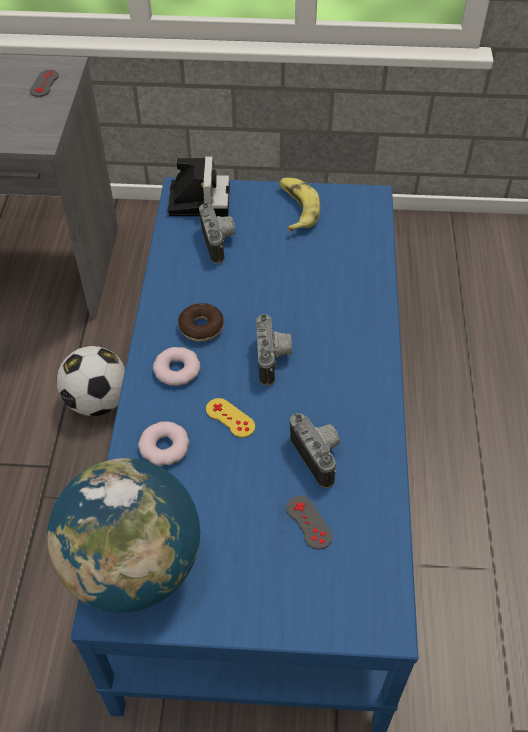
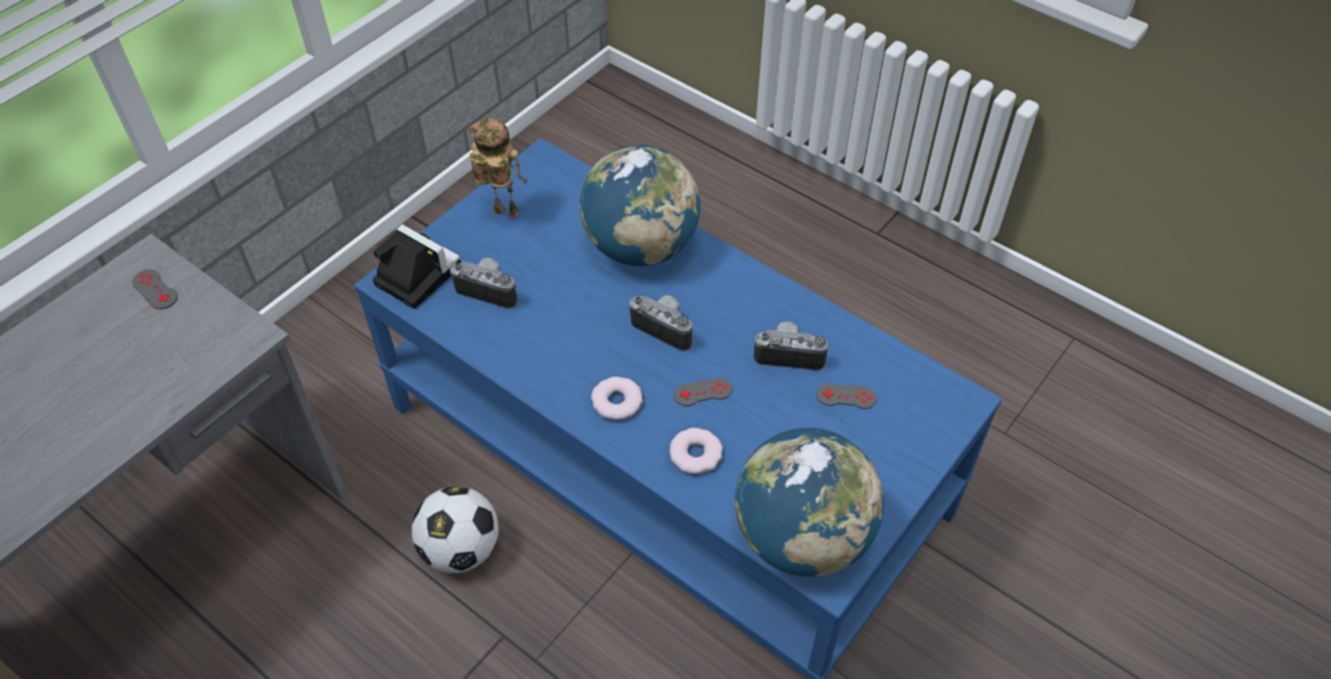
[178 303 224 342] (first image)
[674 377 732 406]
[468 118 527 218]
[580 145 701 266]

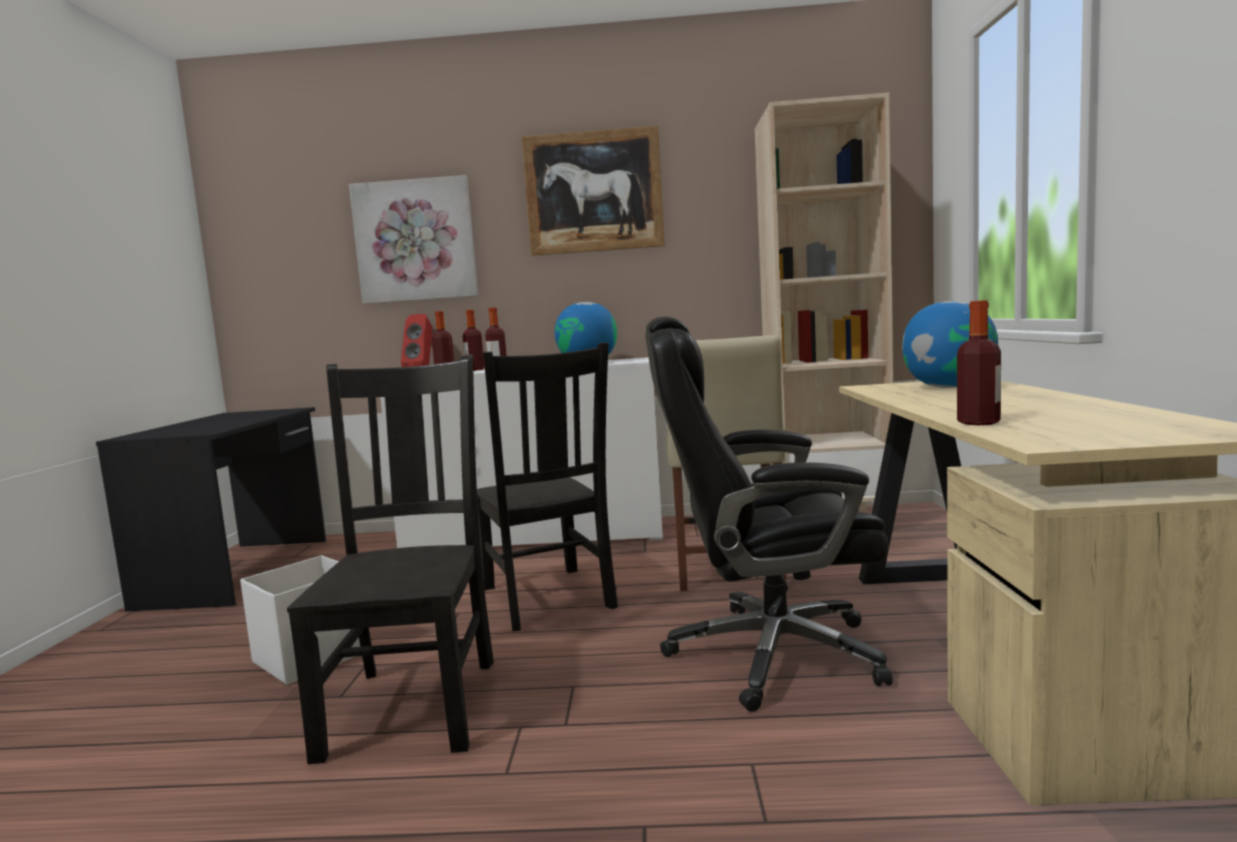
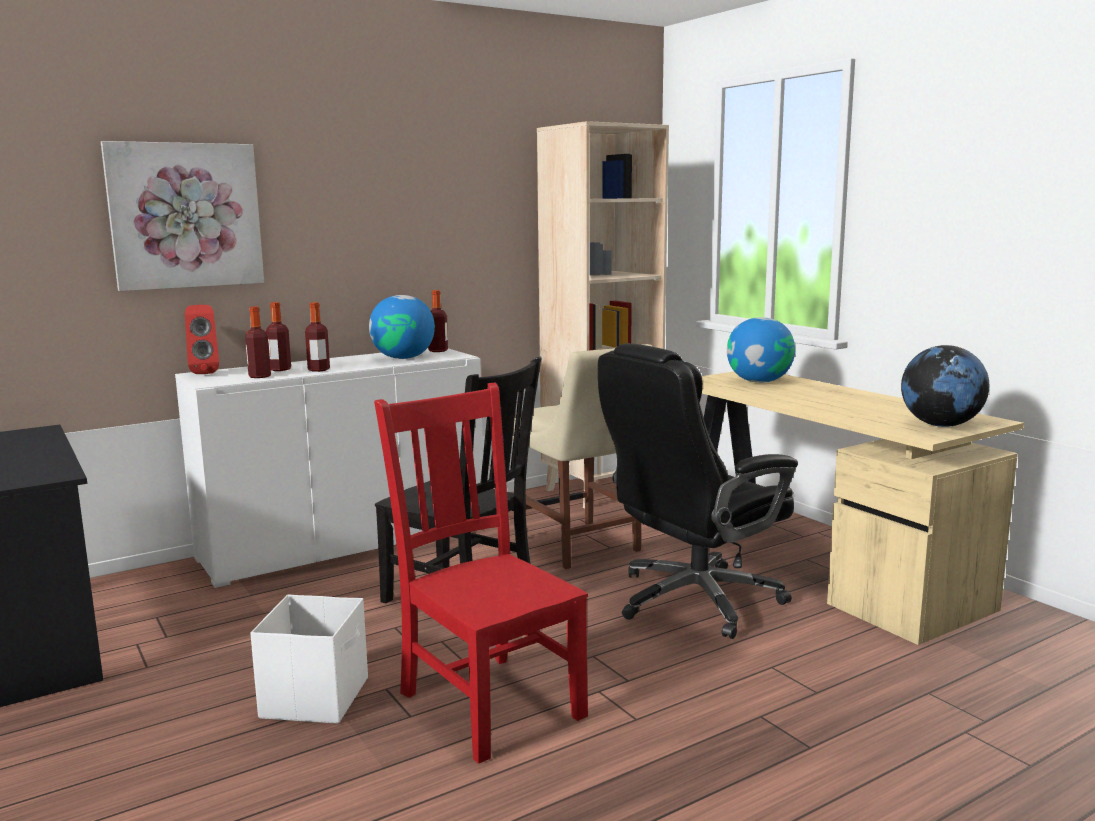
[374 383 588 764]
[521 126 665 256] (first image)
[428 290 448 352]
[901 345 989 427]

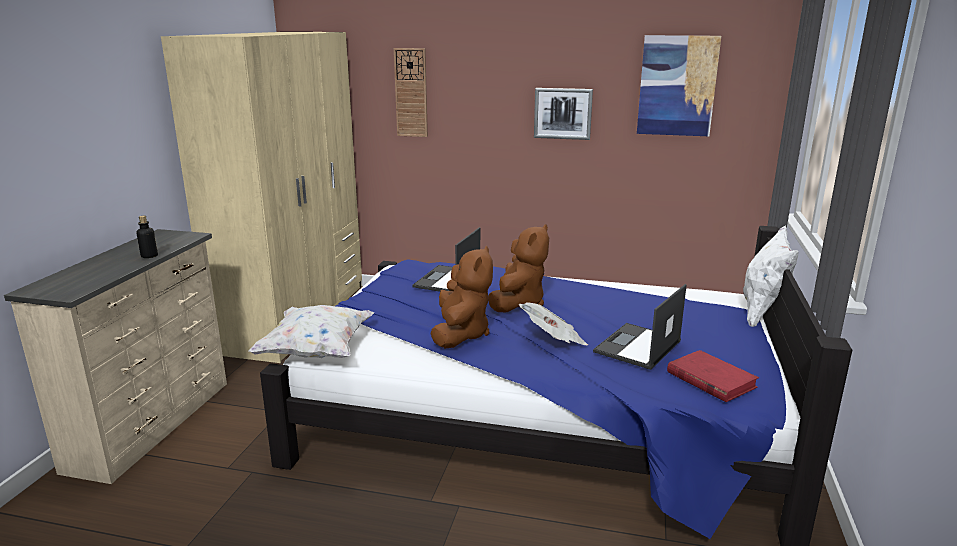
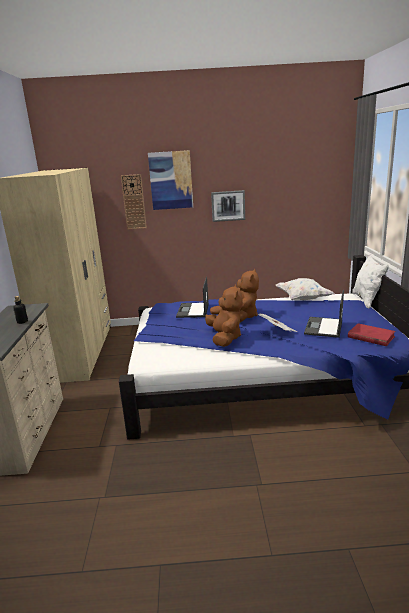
[276 278 335 300]
[148 150 193 210]

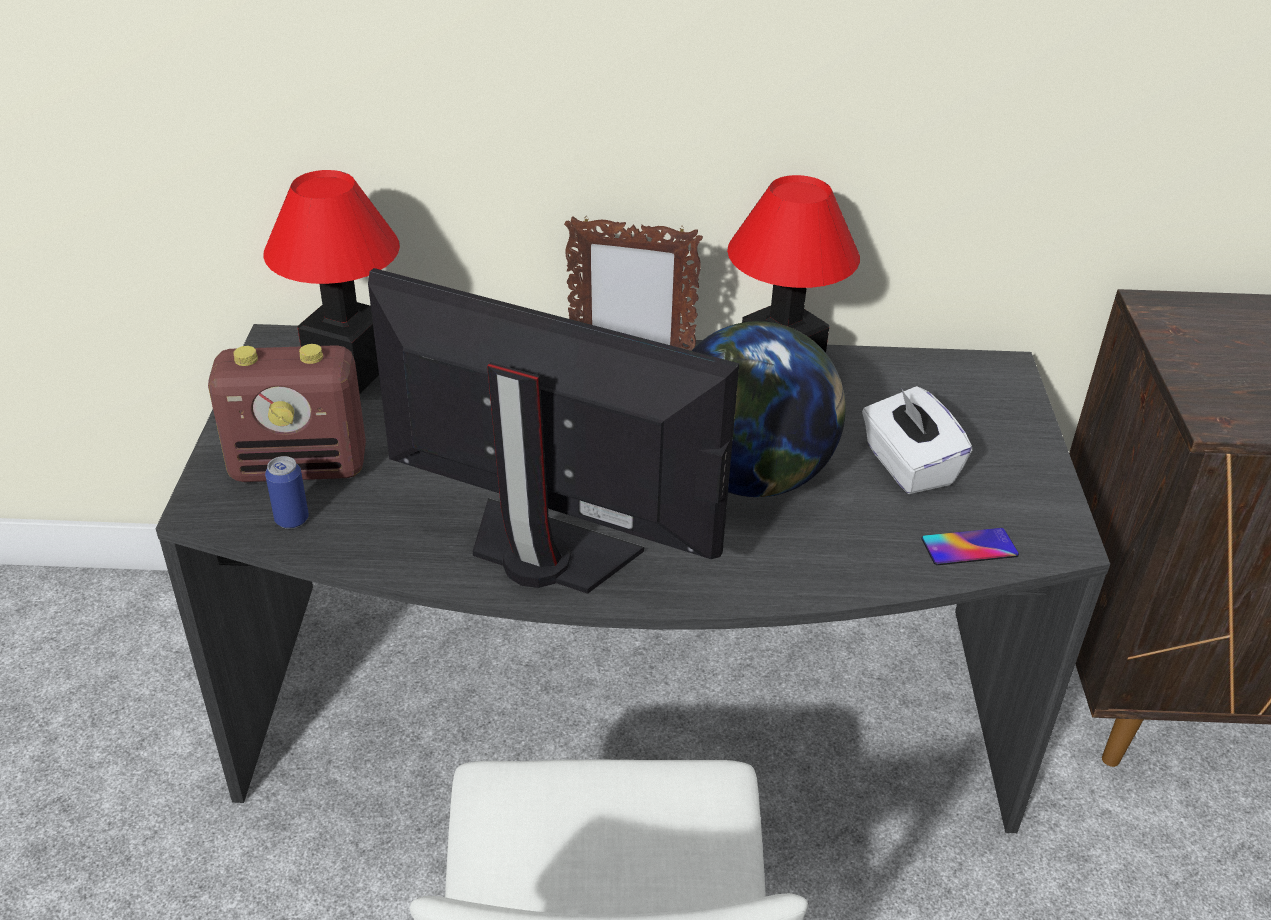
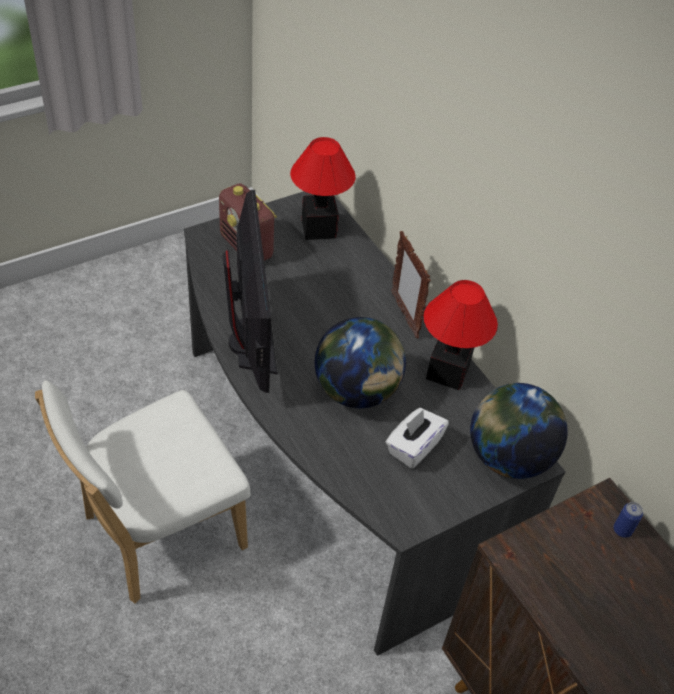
[614 502 643 538]
[921 528 1019 565] (first image)
[470 383 568 479]

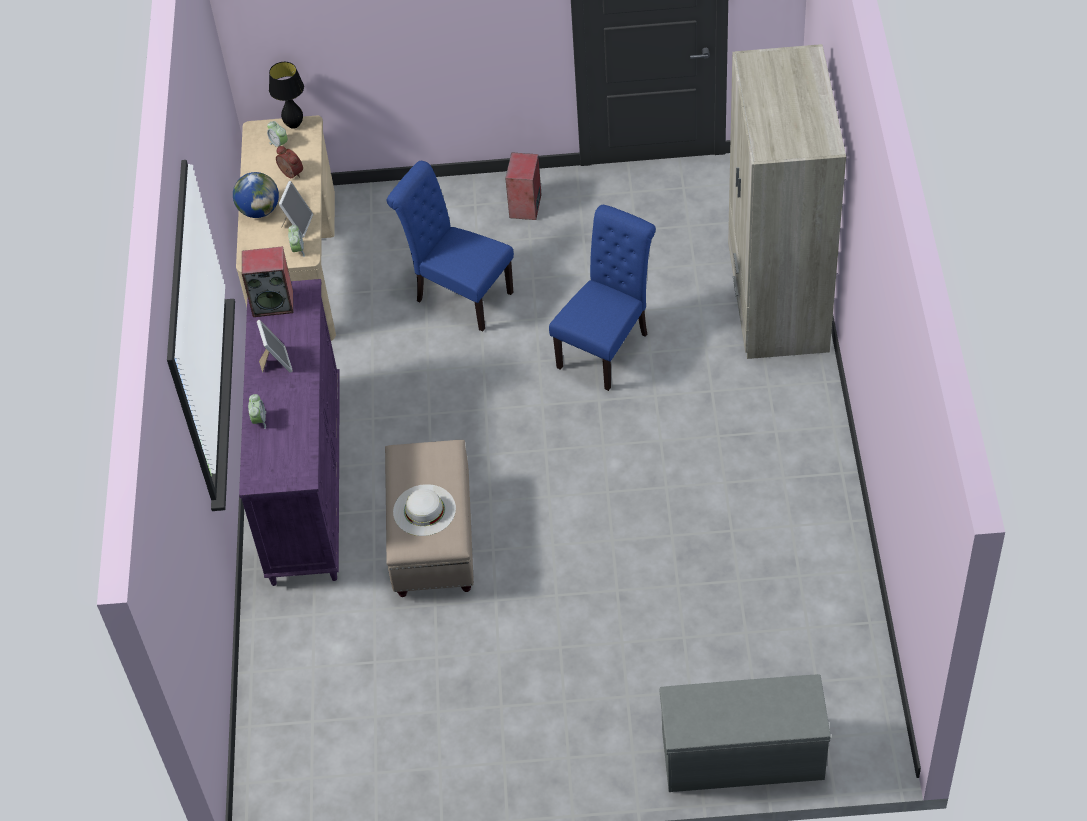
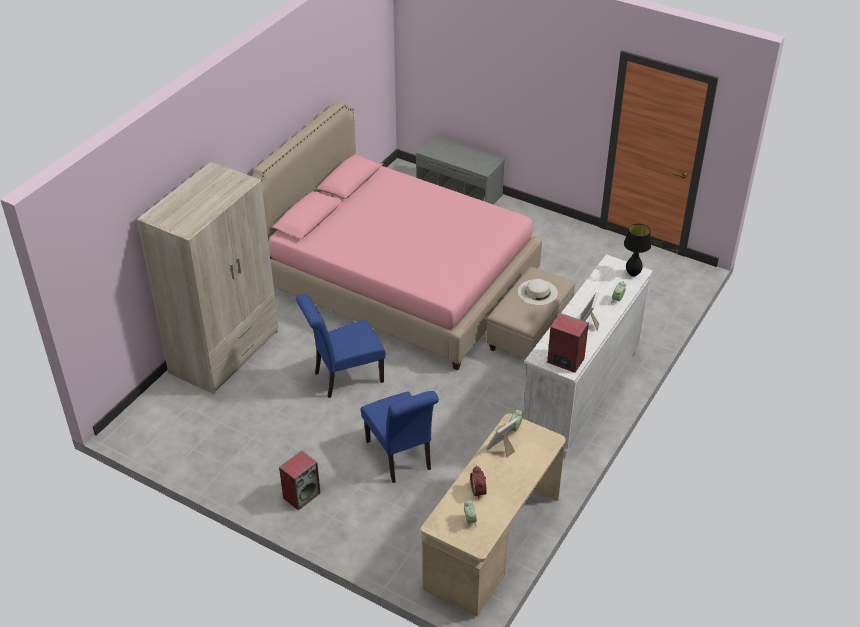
[233 172 279 218] (first image)
[523 254 653 459]
[624 224 651 277]
[253 101 542 370]

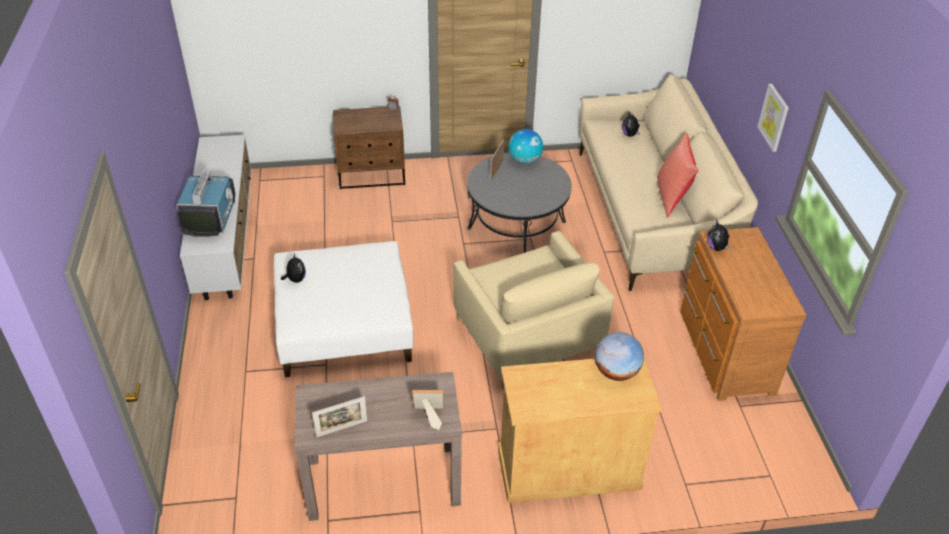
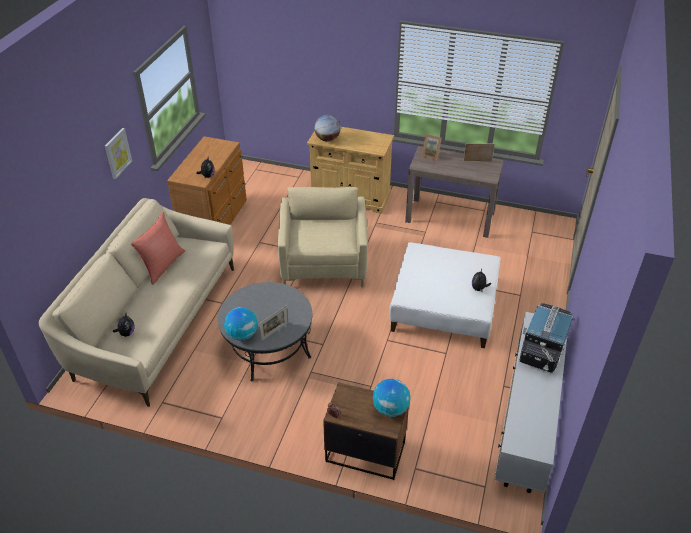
[373 379 411 417]

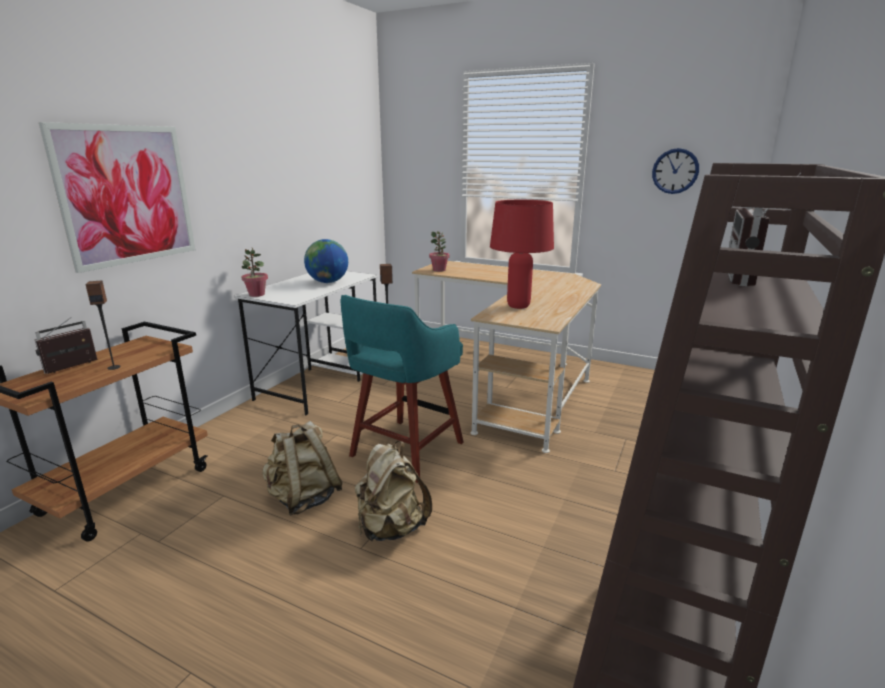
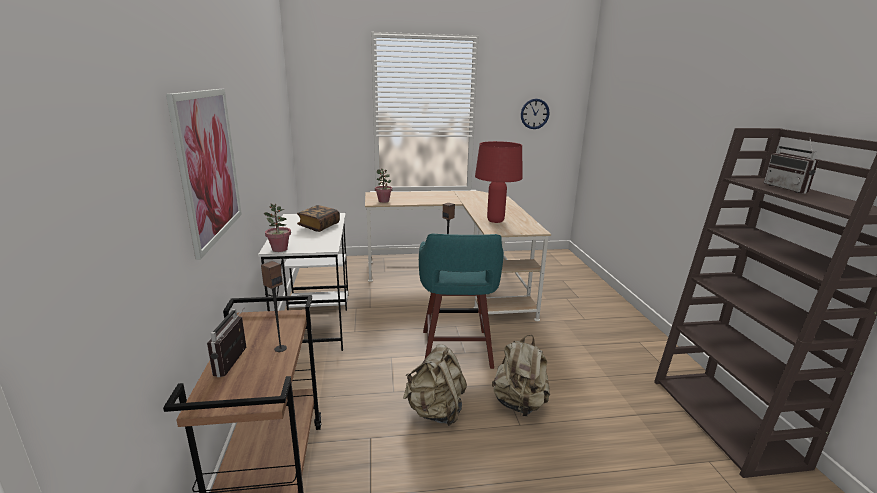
[297 205 340 232]

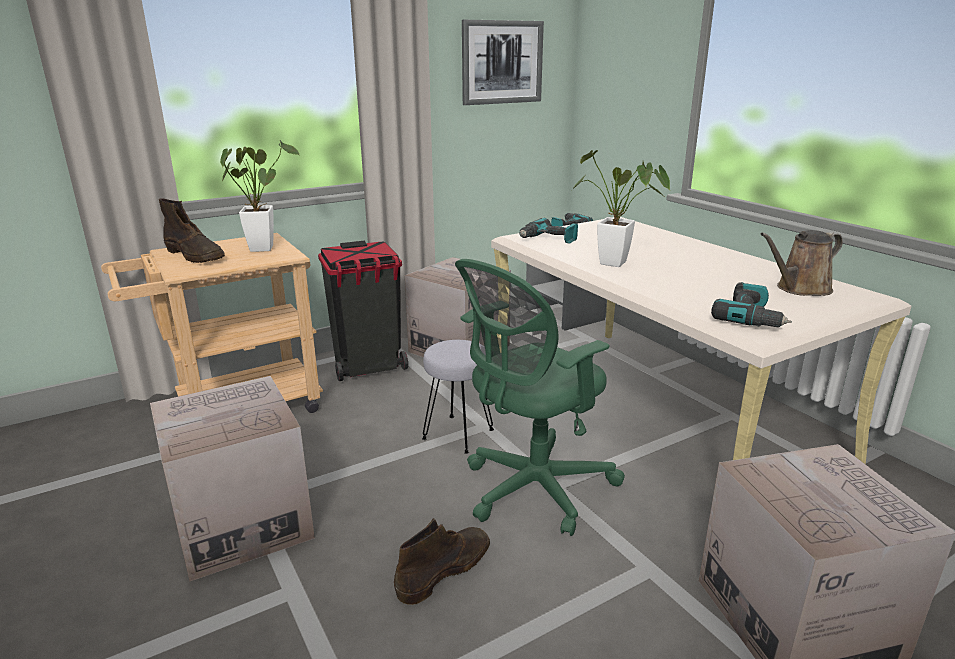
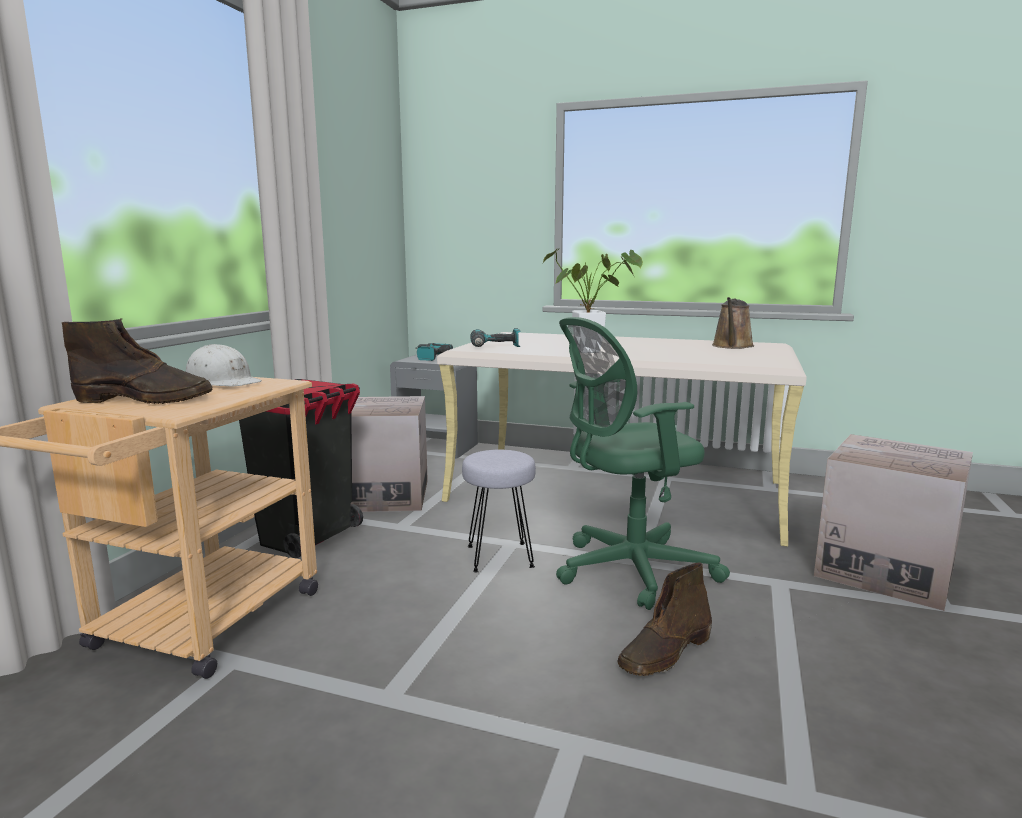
[150 376 315 581] (first image)
[186 344 262 387]
[618 562 712 676]
[556 317 730 610]
[462 20 544 105] (first image)
[711 282 792 328] (first image)

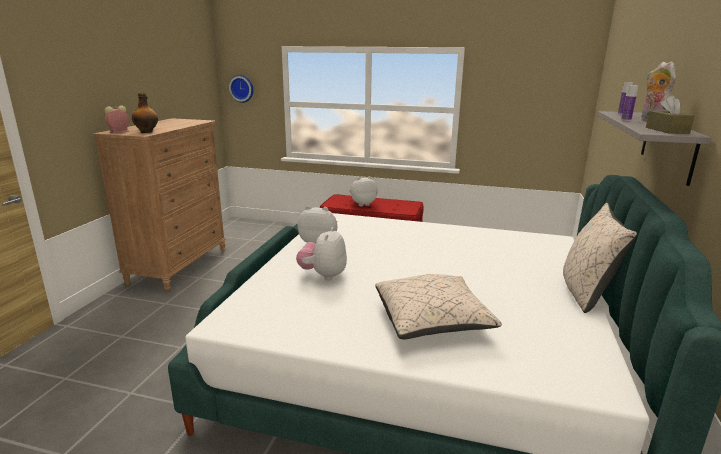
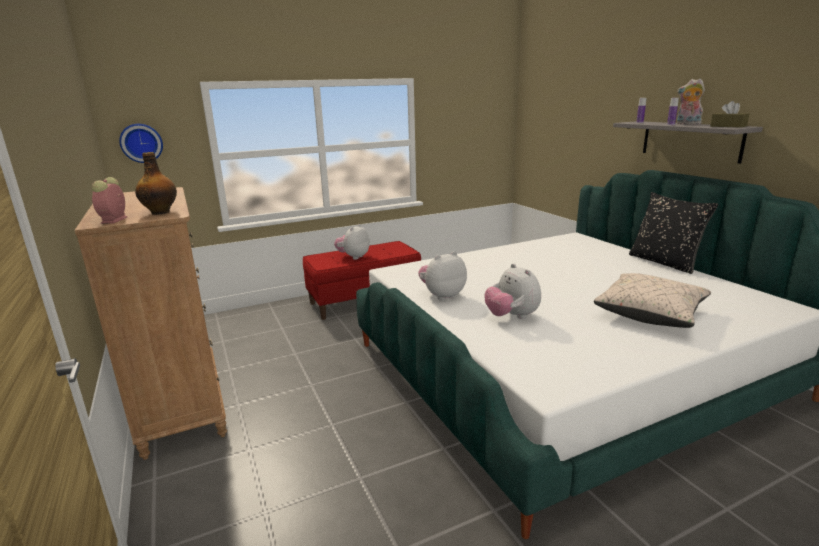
[629 192 718 274]

